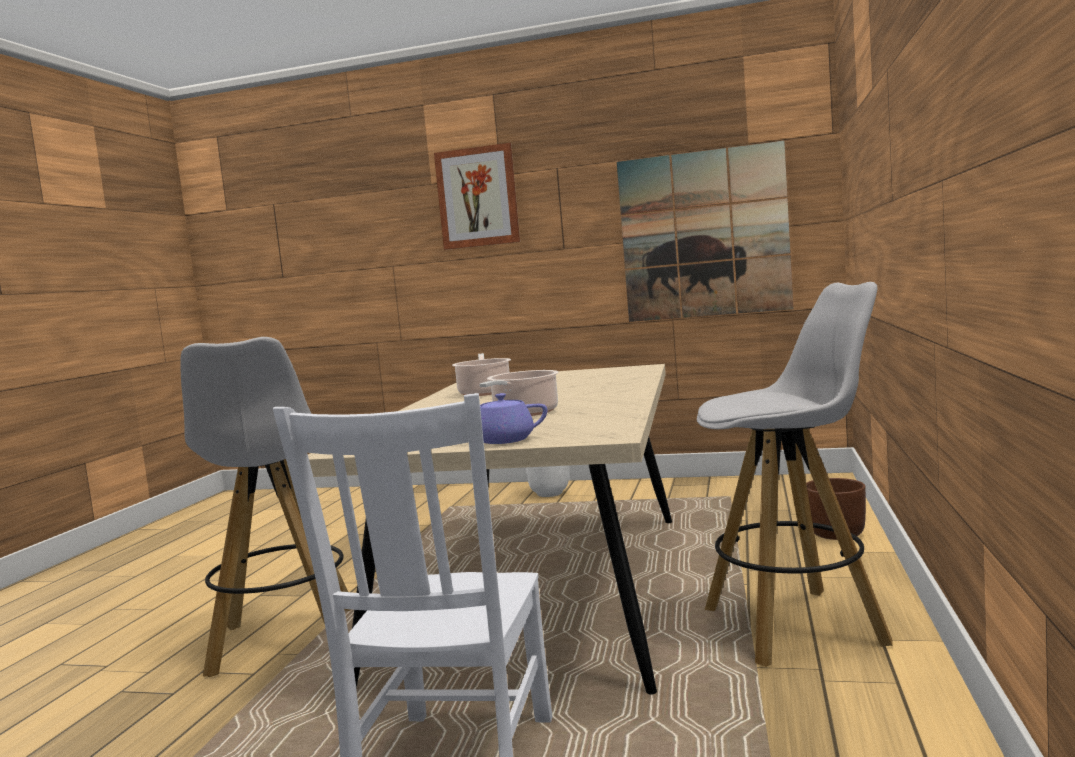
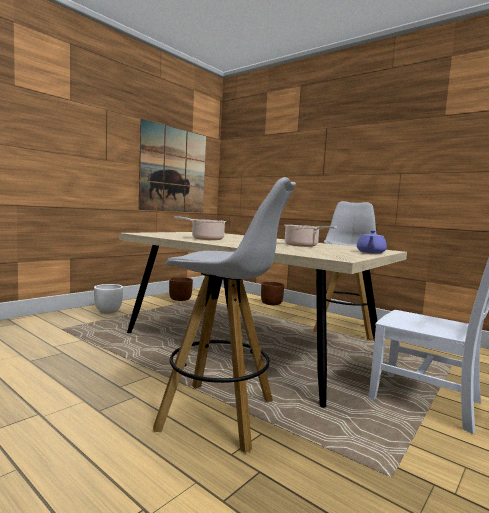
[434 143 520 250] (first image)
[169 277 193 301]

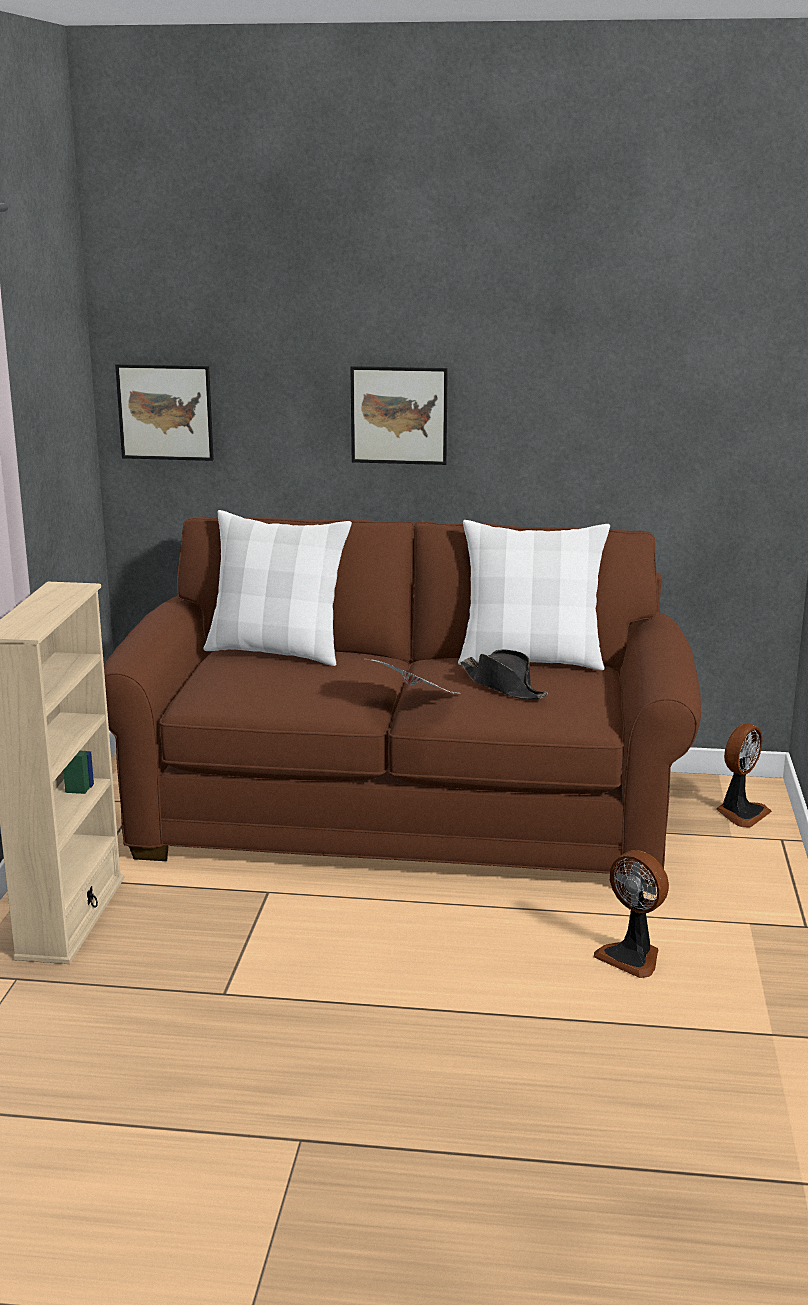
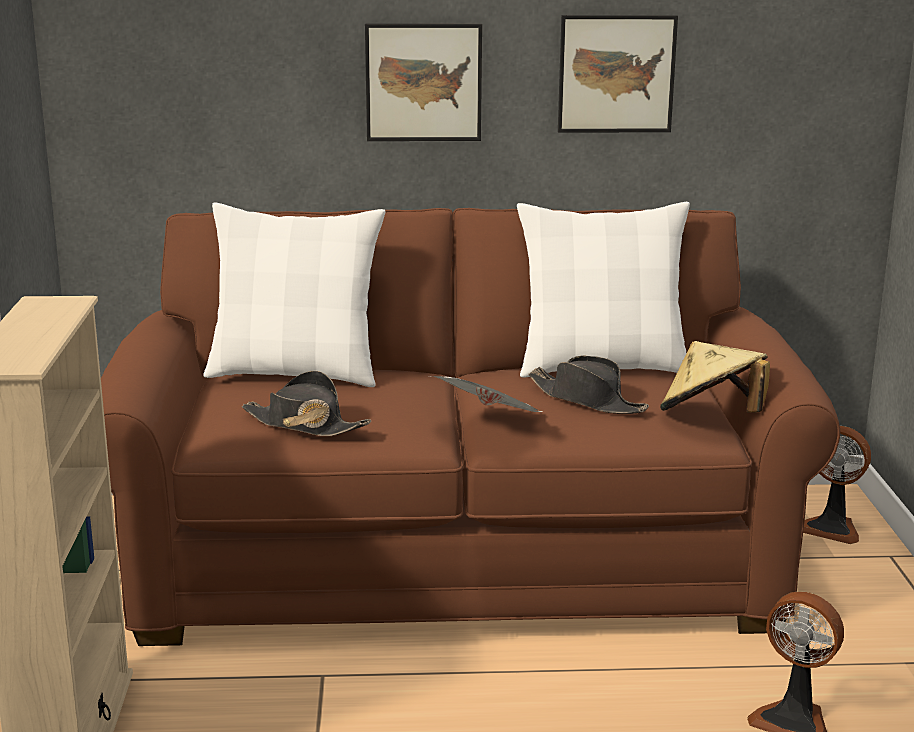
[558 15 678 133]
[803 426 871 544]
[242 371 371 436]
[660 341 770 413]

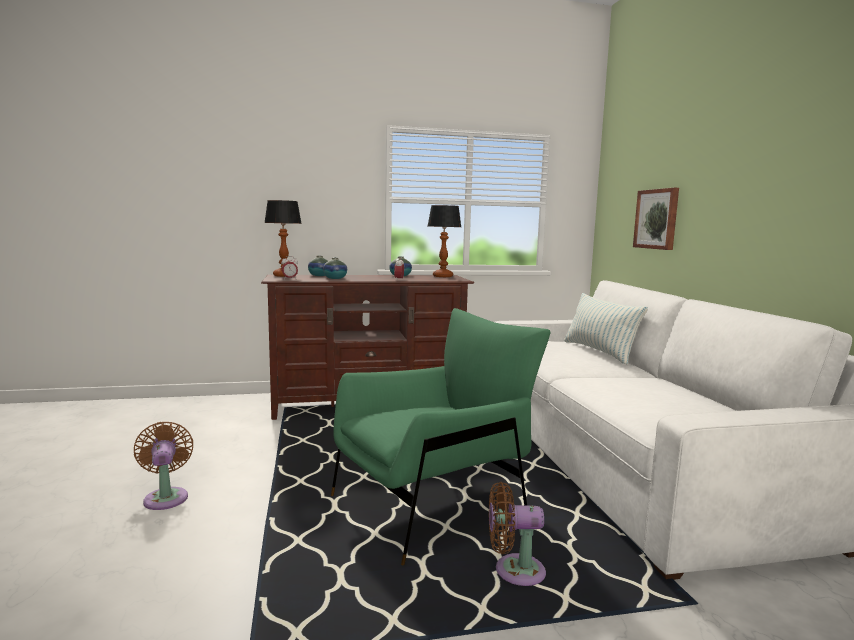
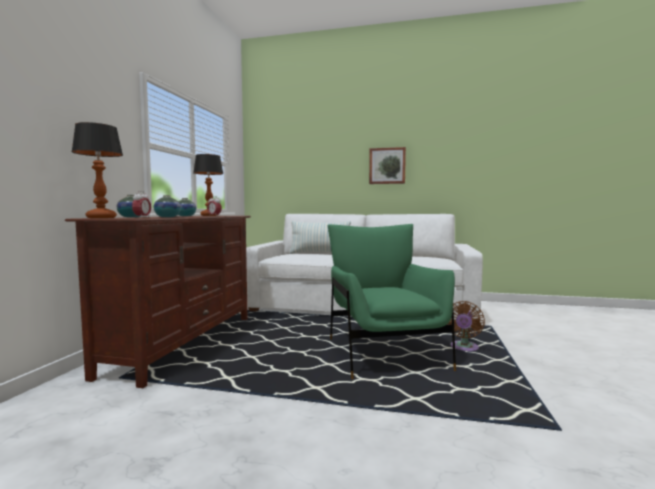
[134 422 194 510] (first image)
[369 147 406 184]

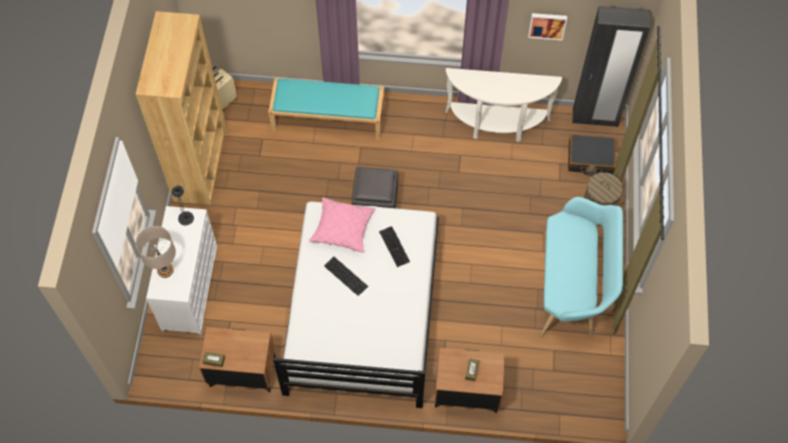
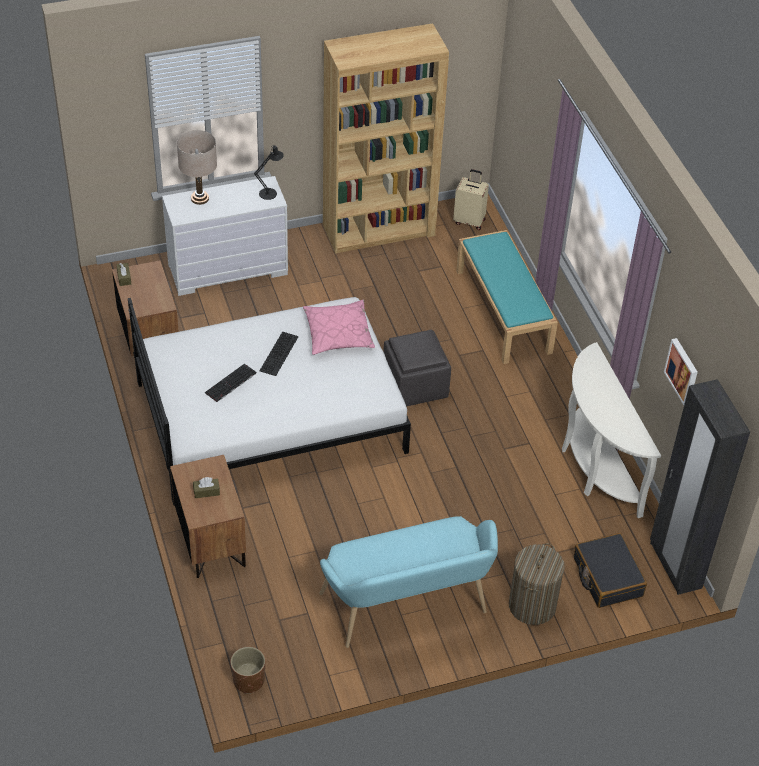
[205 364 257 402]
[231 647 265 694]

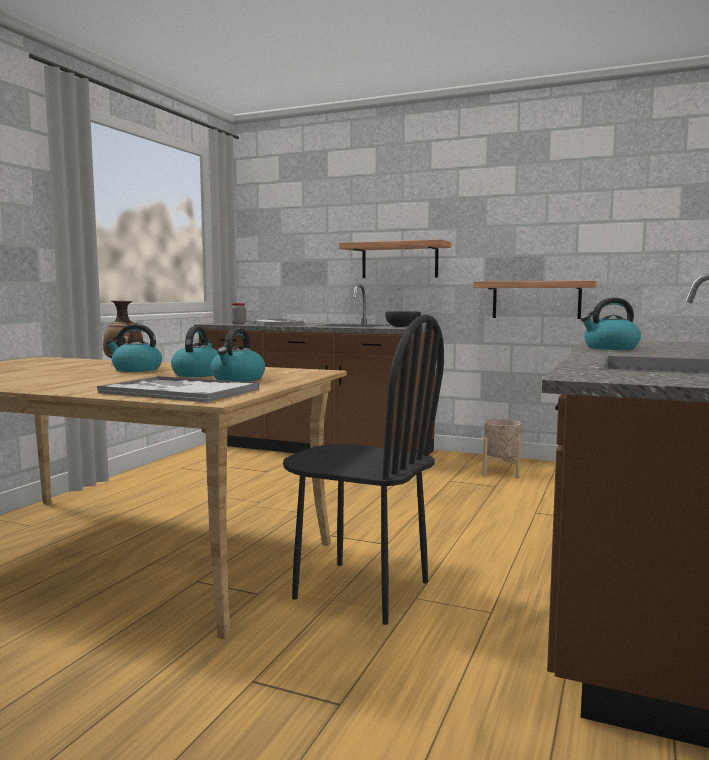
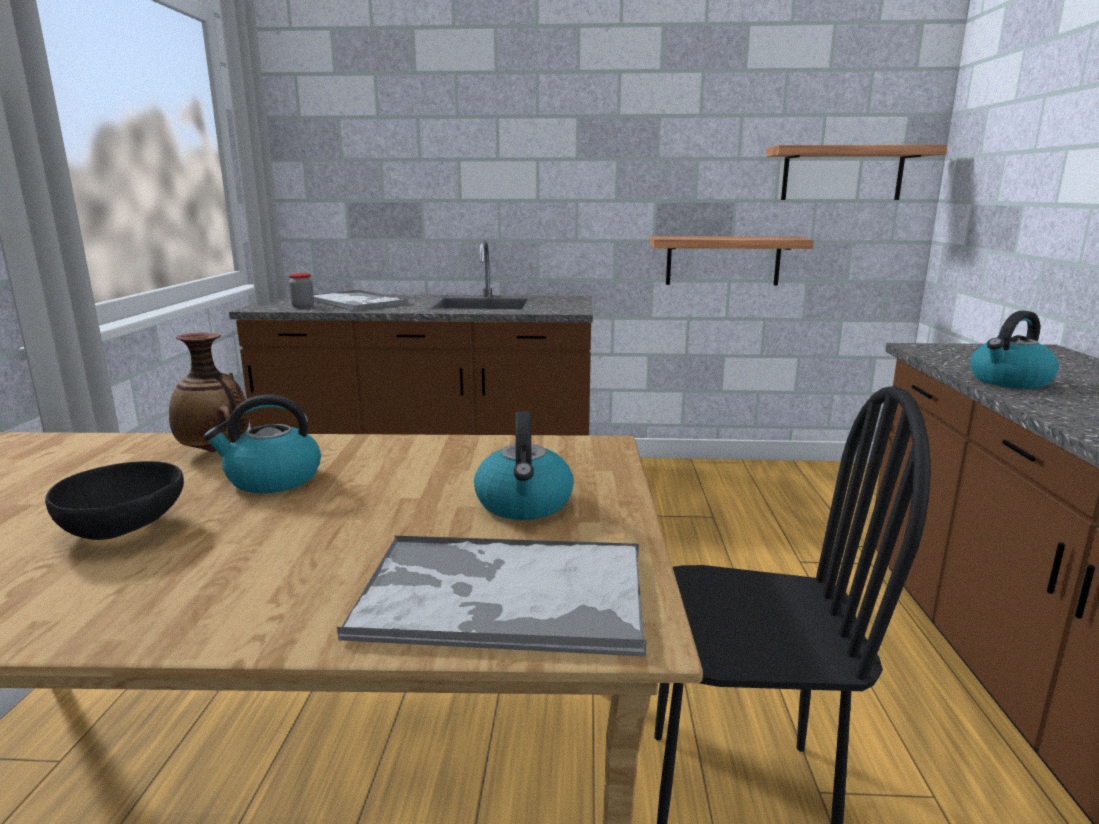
[171 326 218 377] (first image)
[766 145 948 200]
[45 461 184 540]
[482 419 521 478] (first image)

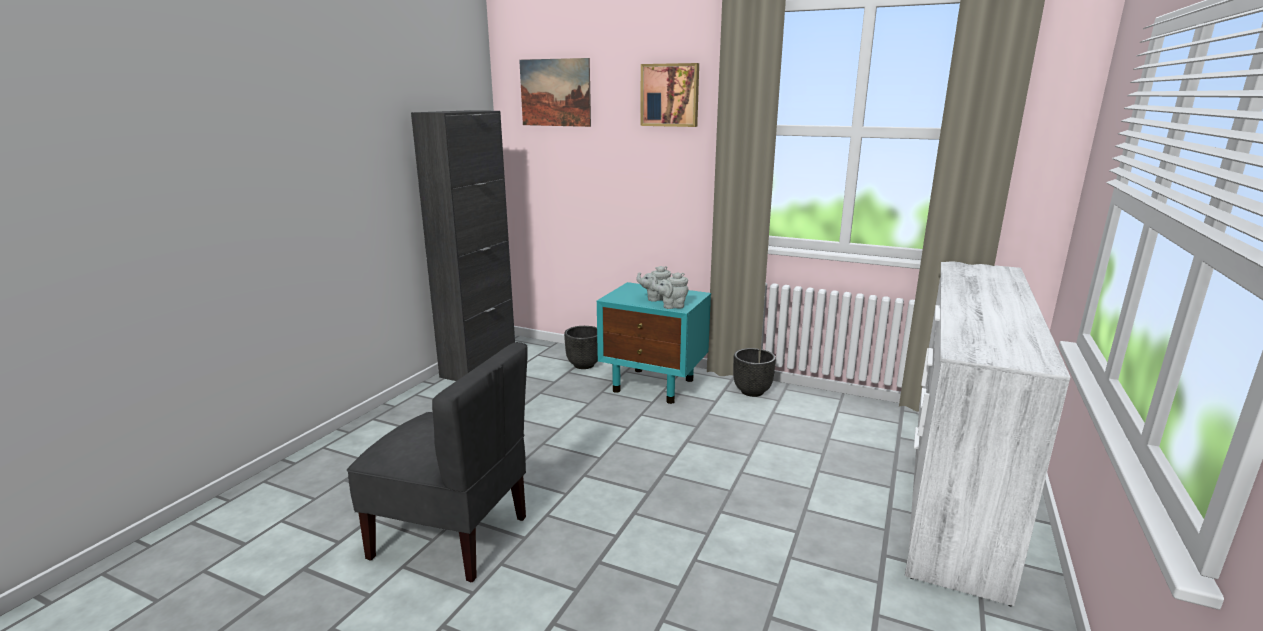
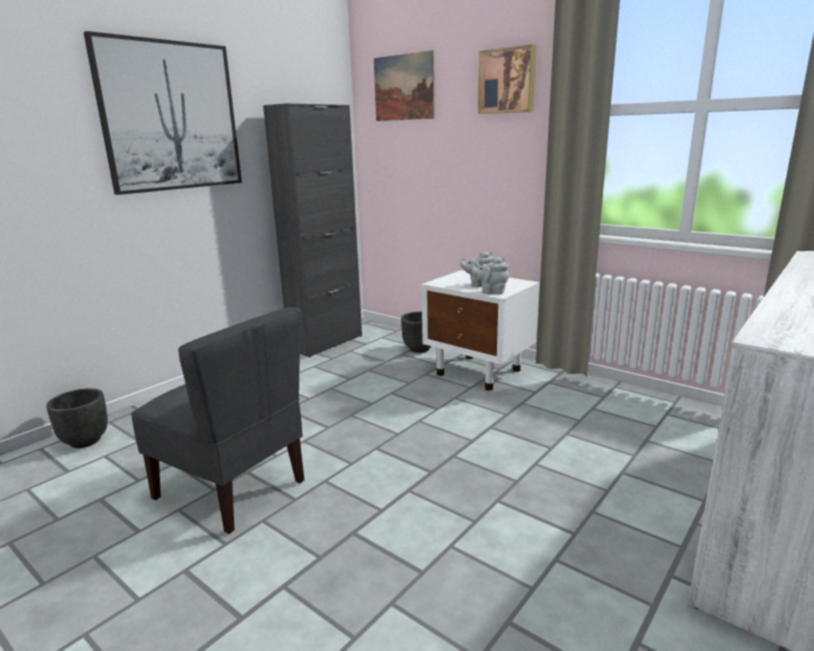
[422 270 540 390]
[46 388 108 448]
[83 31 242 195]

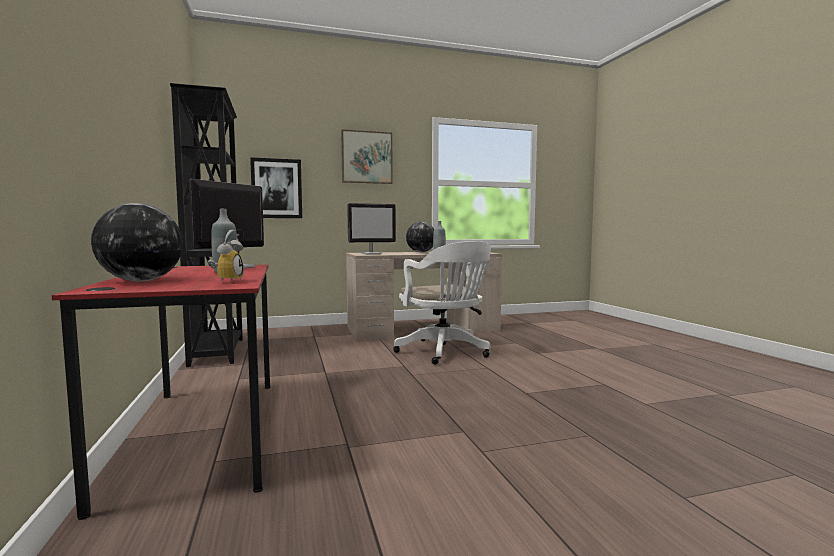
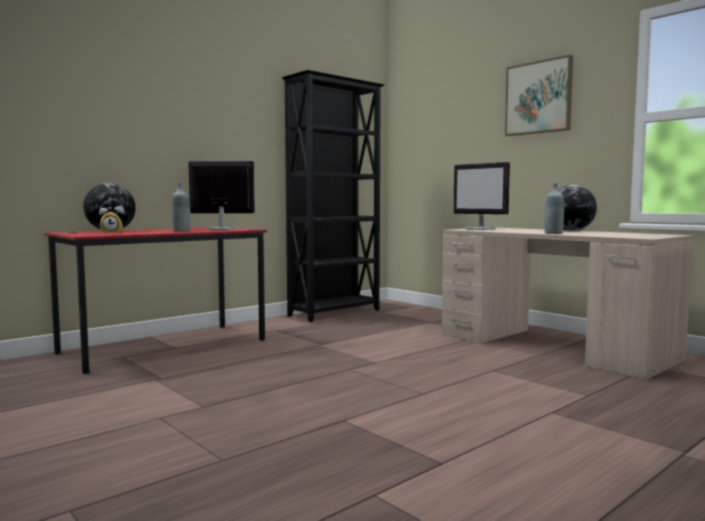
[250 157 302 218] (first image)
[393 241 491 365] (first image)

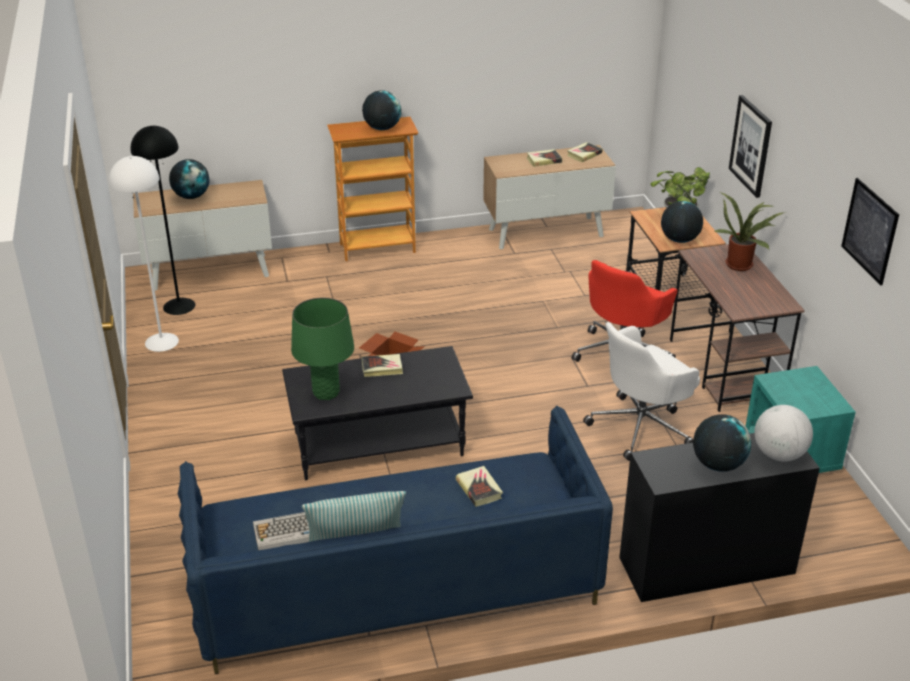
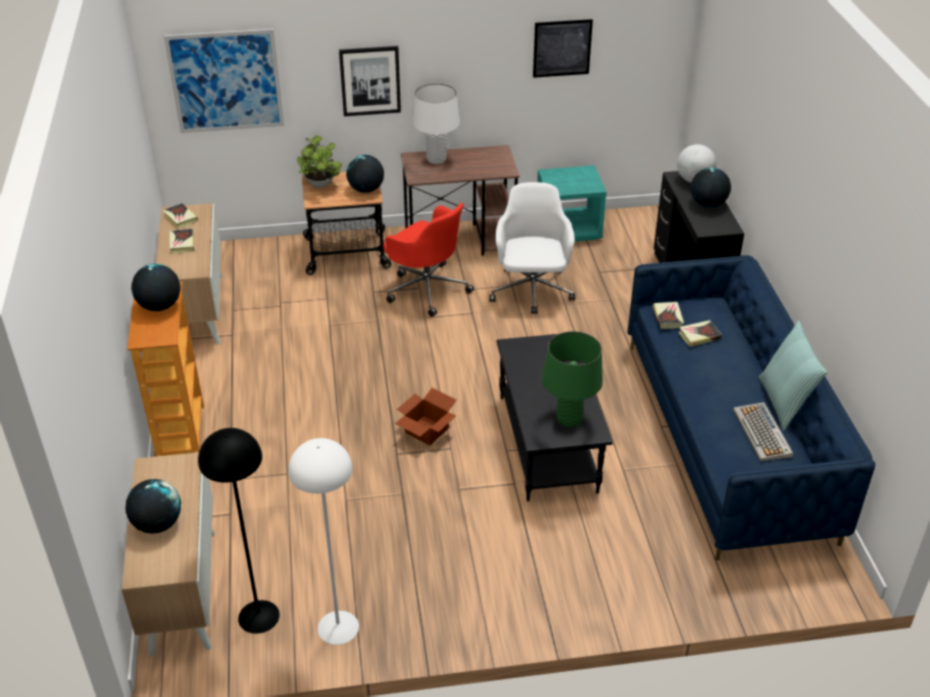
[653 302 684 329]
[489 182 575 314]
[412 84 460 164]
[164 29 284 133]

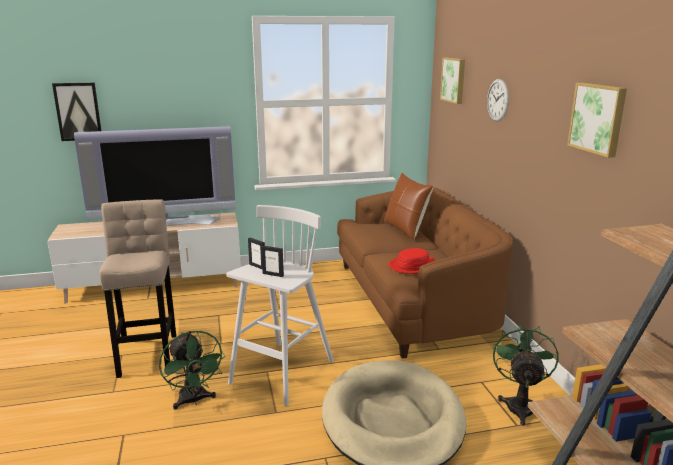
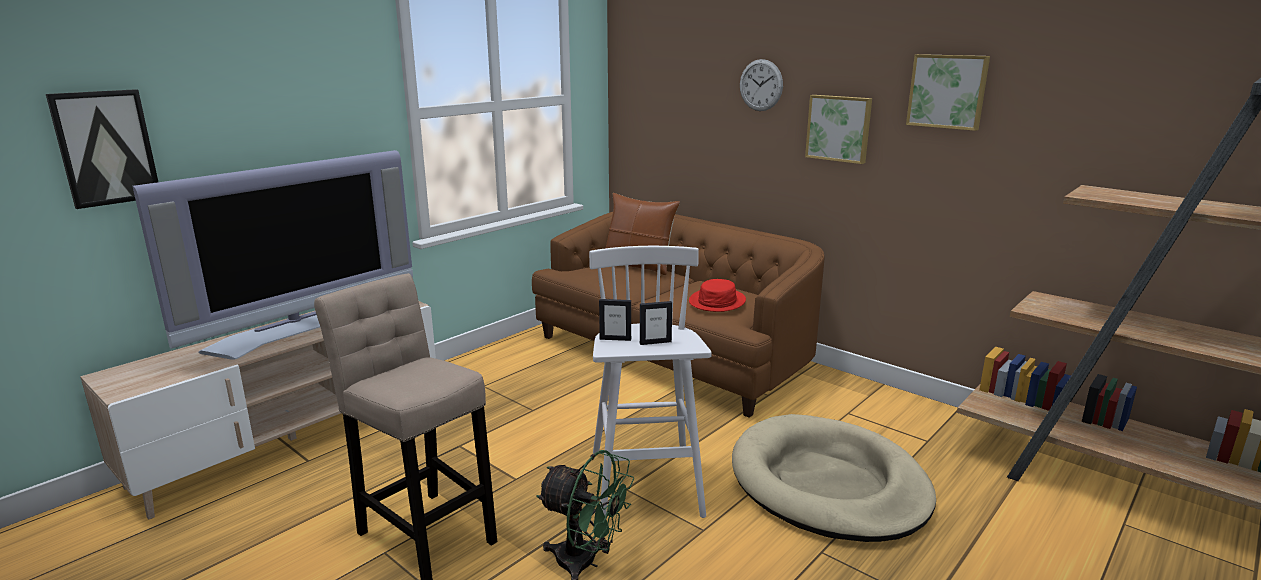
[805 95 872 164]
[493 323 559 426] (first image)

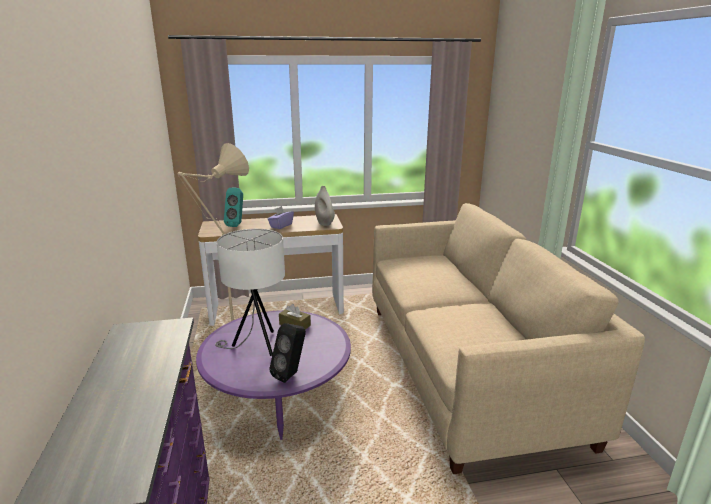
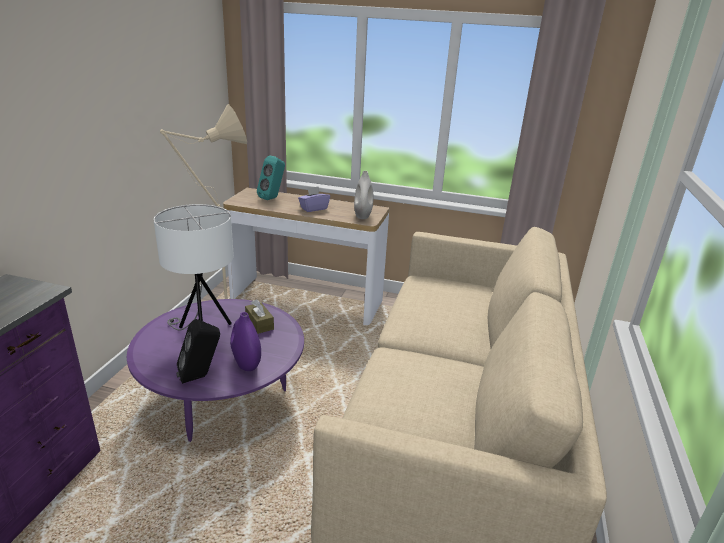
[230 312 261 371]

